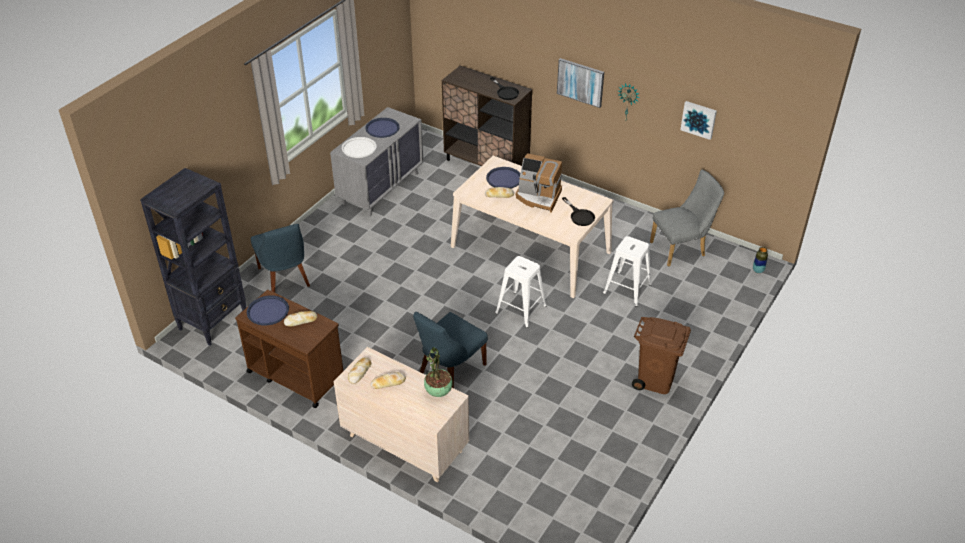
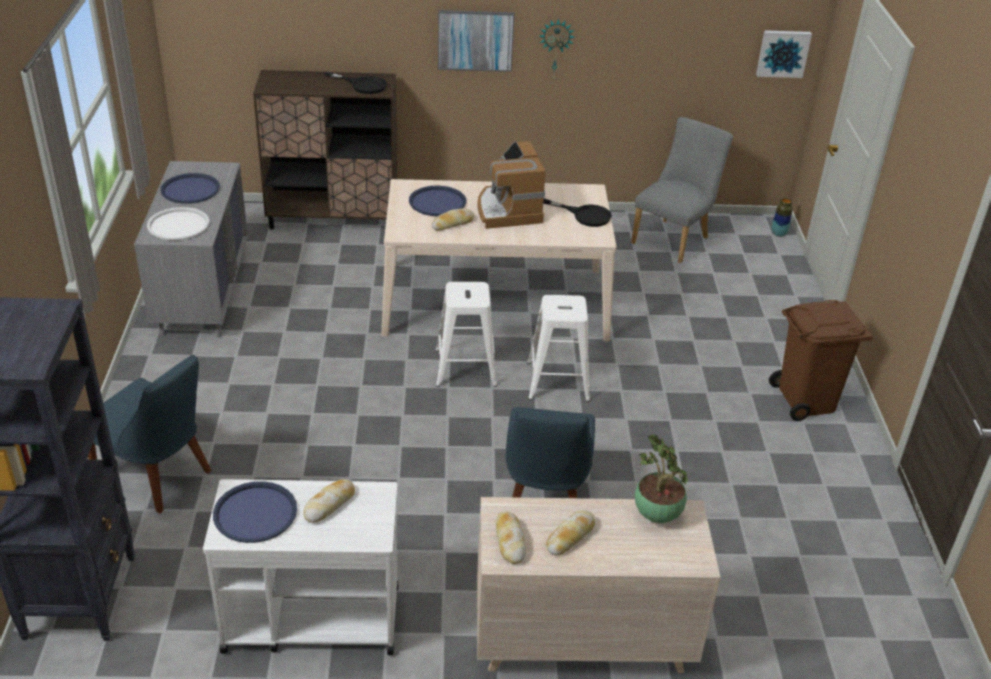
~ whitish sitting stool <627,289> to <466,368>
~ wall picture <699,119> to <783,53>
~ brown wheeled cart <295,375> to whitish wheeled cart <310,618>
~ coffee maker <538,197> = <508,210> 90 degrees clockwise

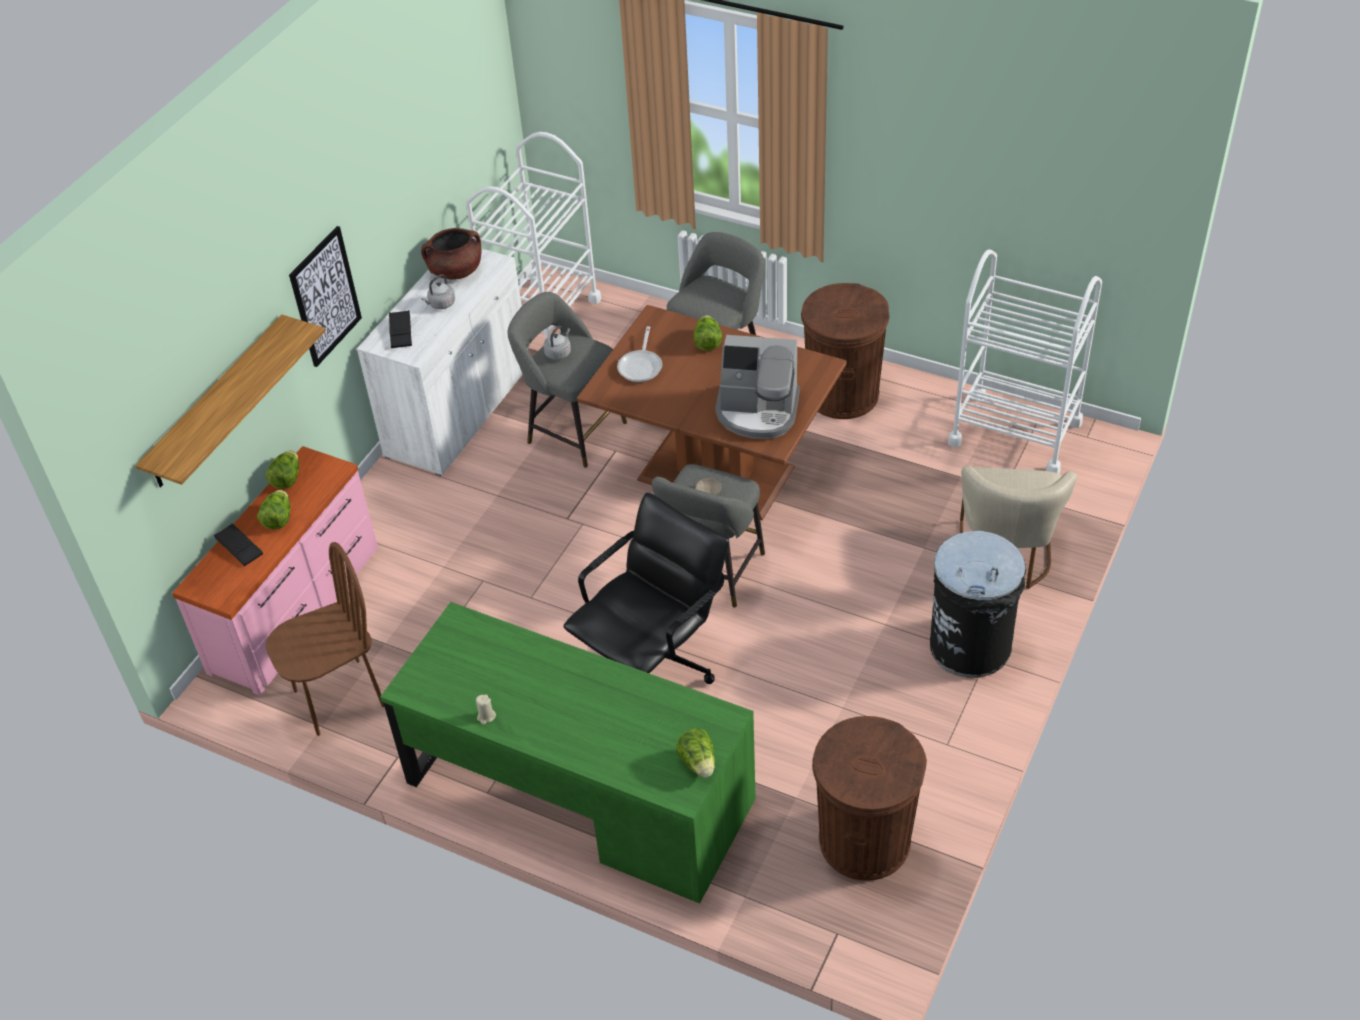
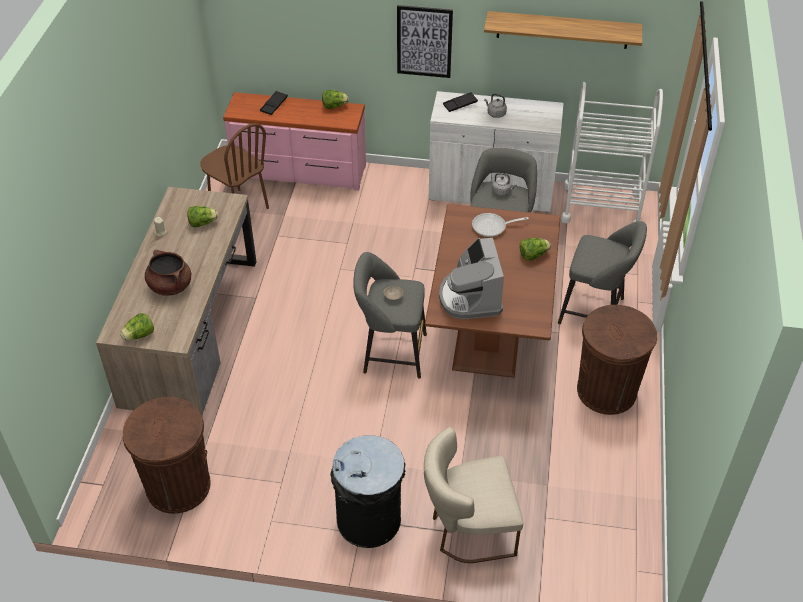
- black computer chair <653,664>
- whitish wheeled cart <1015,433>
~ wall shelf <217,403> to <562,30>
~ lettuce head <278,519> to <202,223>
~ brown saucepot <456,271> to <170,286>
~ greenish desk <579,792> to brown desk <191,331>

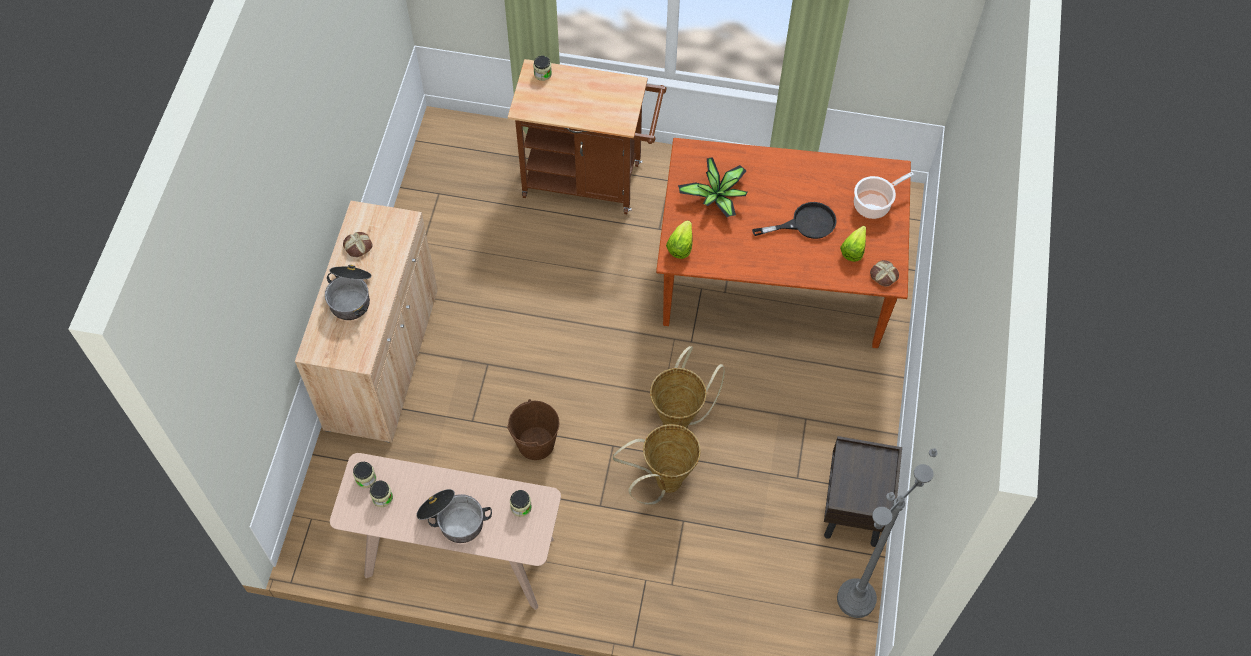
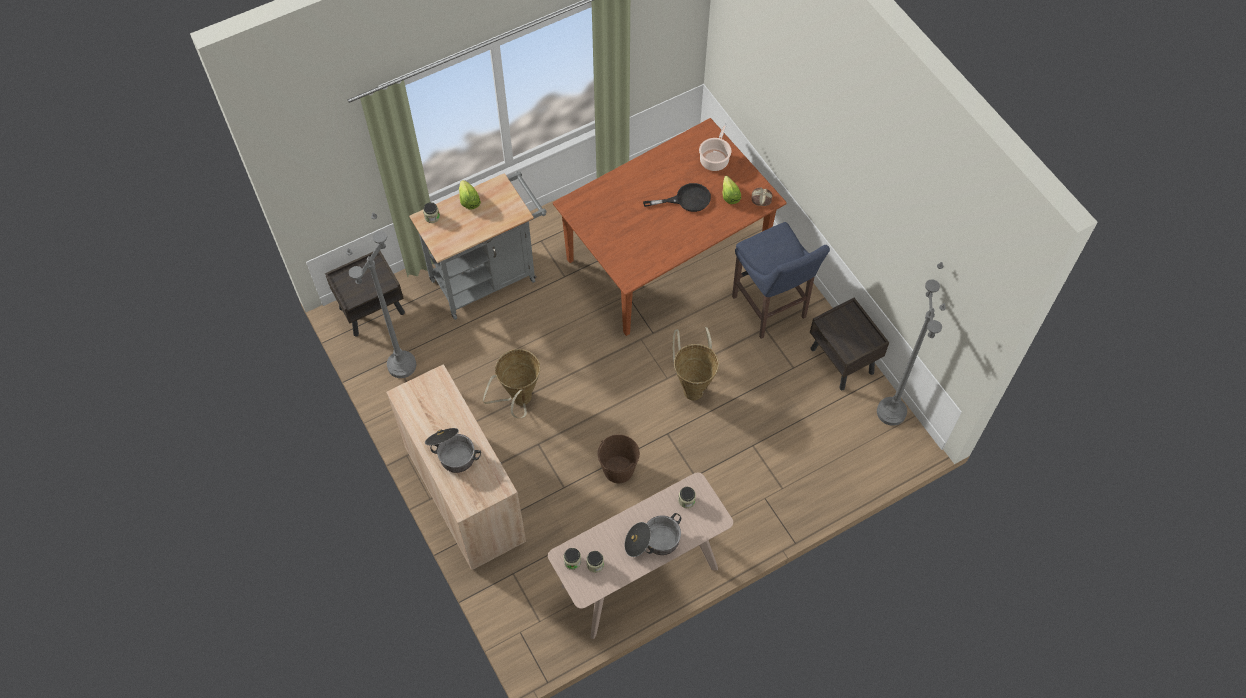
- bakery bread <358,247>
- plant in a pot <717,196>
+ brown bedside table <372,310>
+ gray floor lamp <401,365>
+ blue sitting stool <770,310>
~ household basket <662,484> to <518,401>
~ lettuce head <680,246> to <469,201>
~ brown wheeled cart <590,180> to gray wheeled cart <489,277>
~ black pan <805,223> = <686,199> 45 degrees clockwise

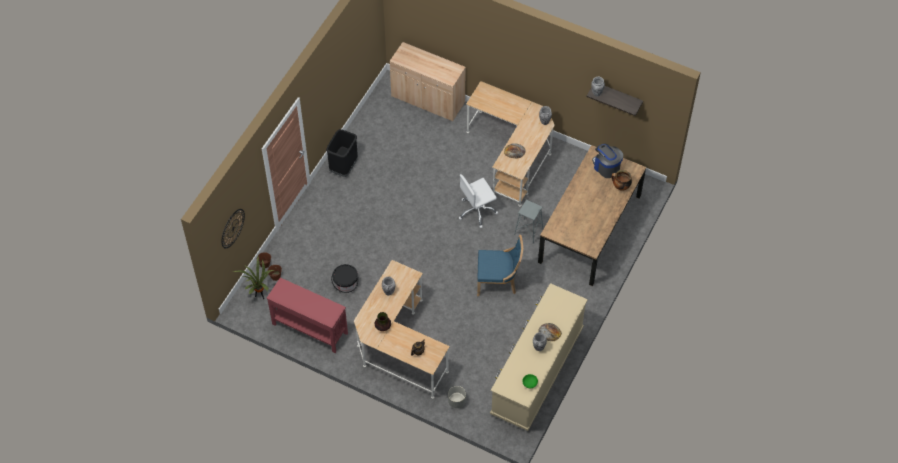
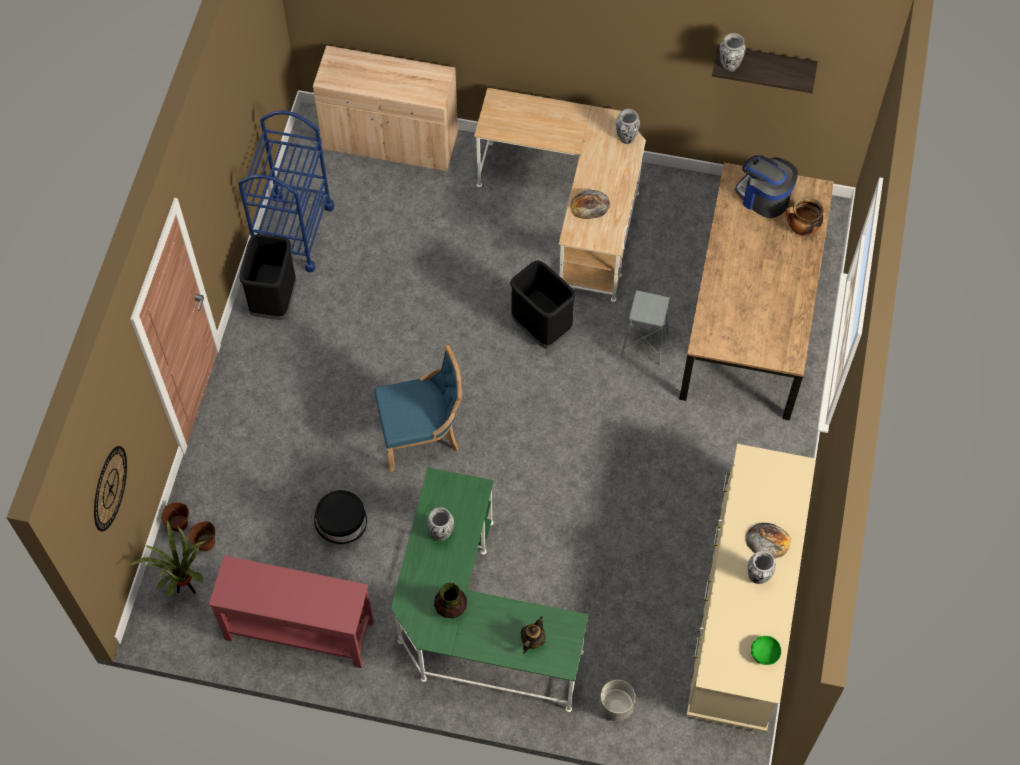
+ blue wheeled cart <293,232>
~ blue upright chair <498,281> to <421,435>
~ whitish computer chair <477,211> to black waste bin <541,328>
~ sand-coloured desk <398,345> to greenish desk <474,622>

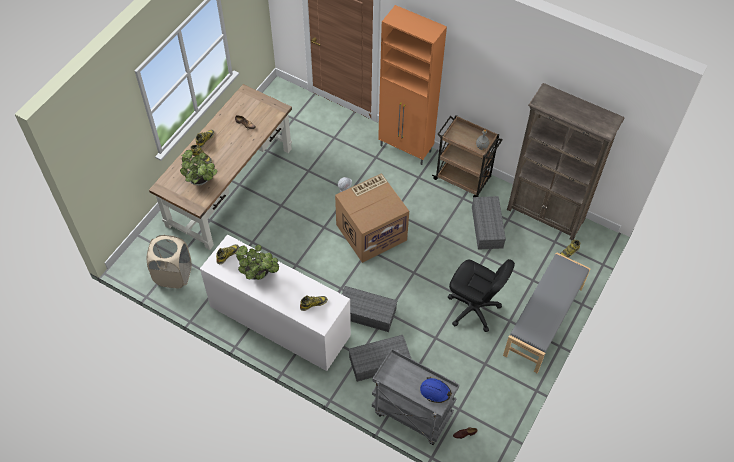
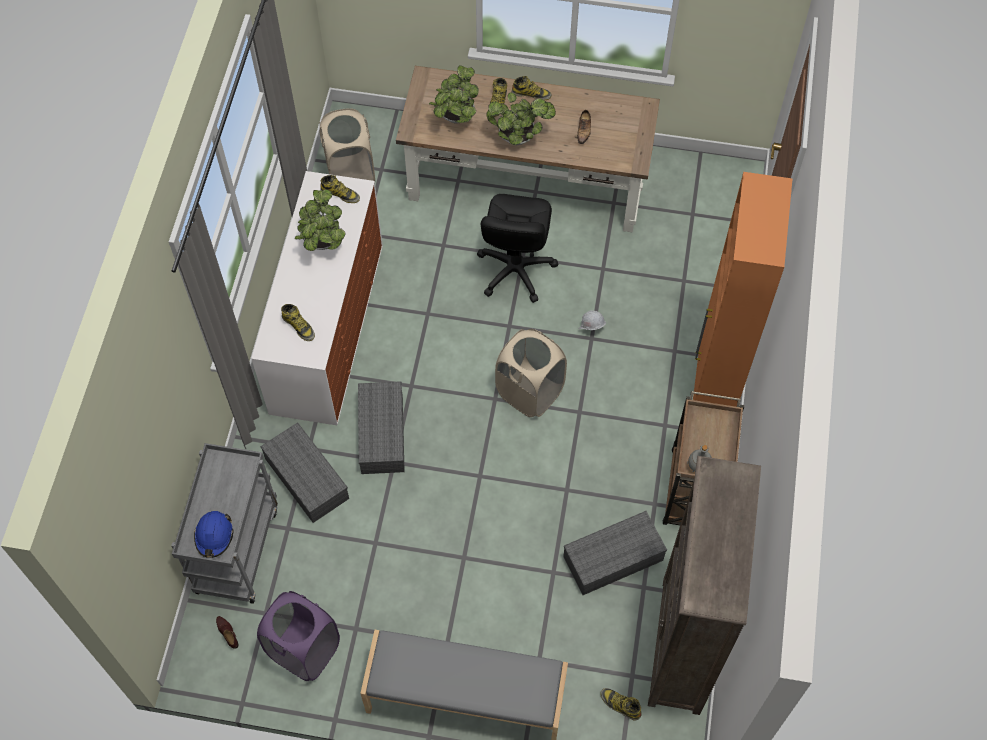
+ purple hamper <304,650>
+ plant in a pot <519,137>
~ black computer chair <473,309> to <515,270>
~ carton <371,231> to sand-coloured hamper <530,392>

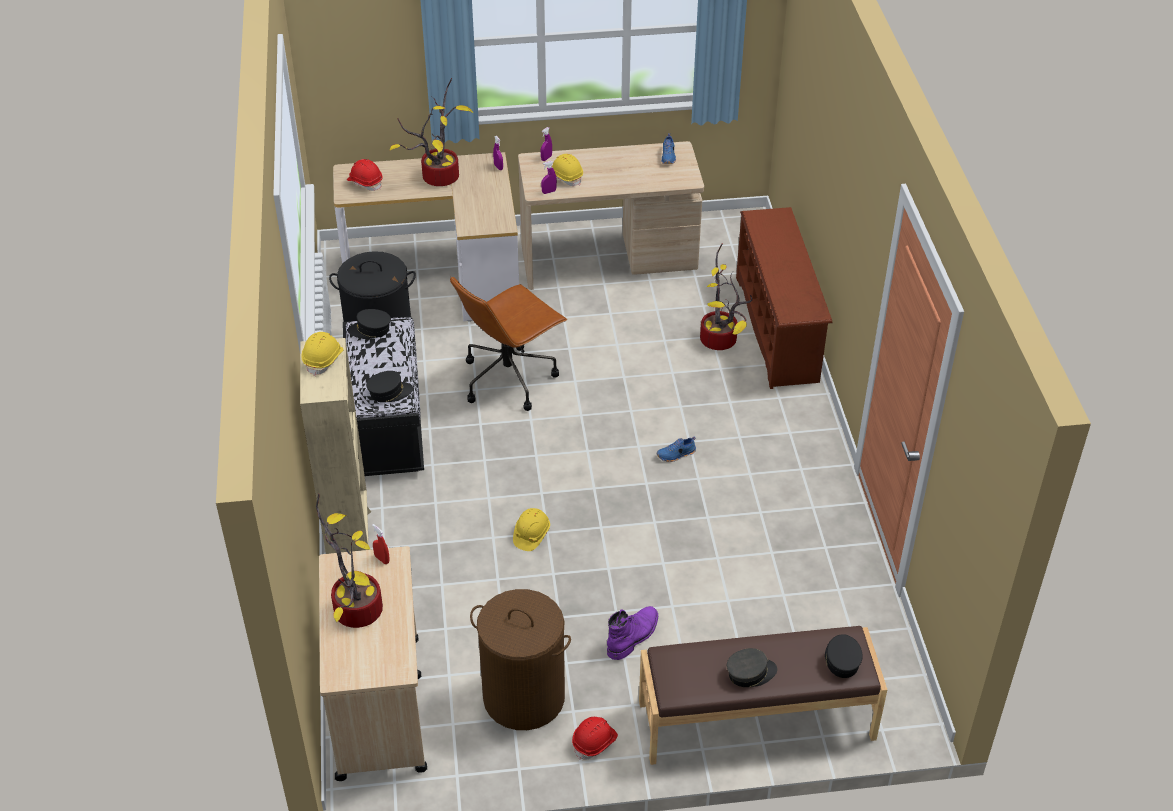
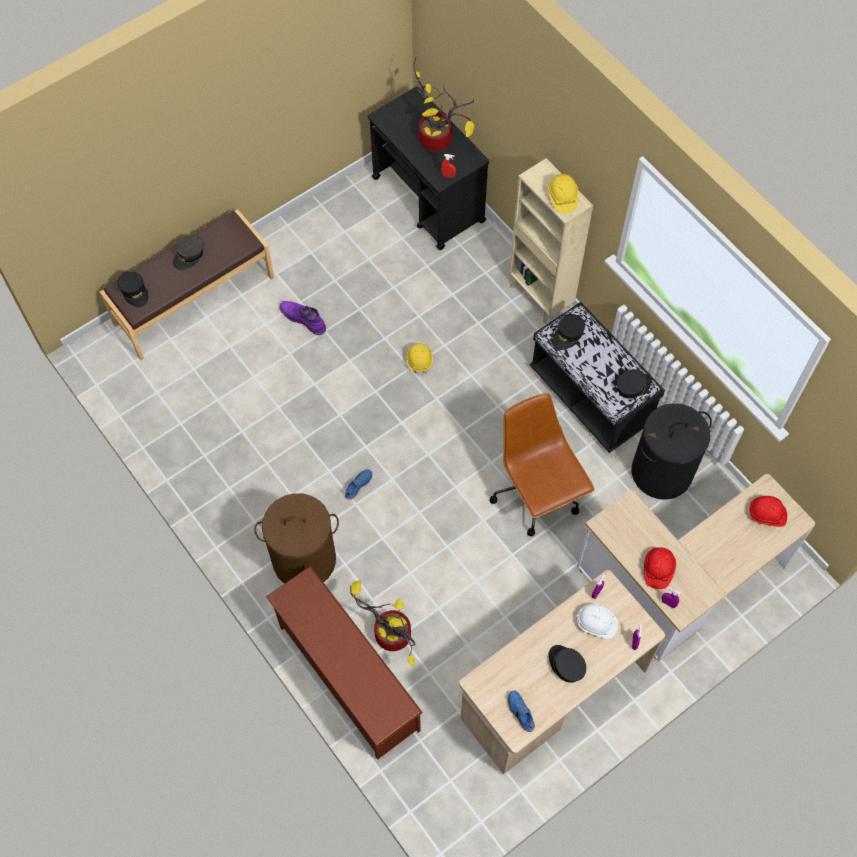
- plant in a pot <440,175>
+ black baseball cap <566,665>
~ brown hamper <523,697> to <304,559>
~ red-coloured safety helmet <595,742> to <657,569>
~ sand-coloured wheeled cart <379,706> to black wheeled cart <429,200>
~ yellow-coloured safety helmet <565,177> to whitish safety helmet <596,623>
~ brown computer chair <509,378> = <537,495> 45 degrees counterclockwise
~ purple tall boot <633,636> = <303,319> 120 degrees clockwise

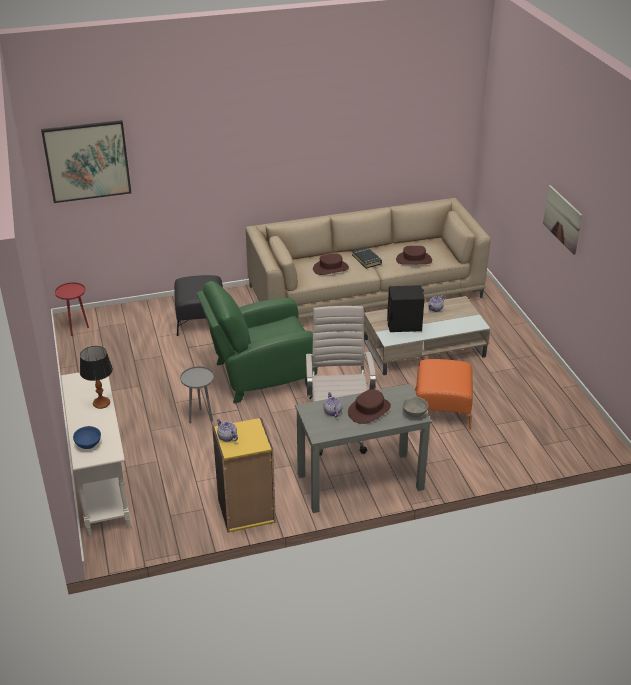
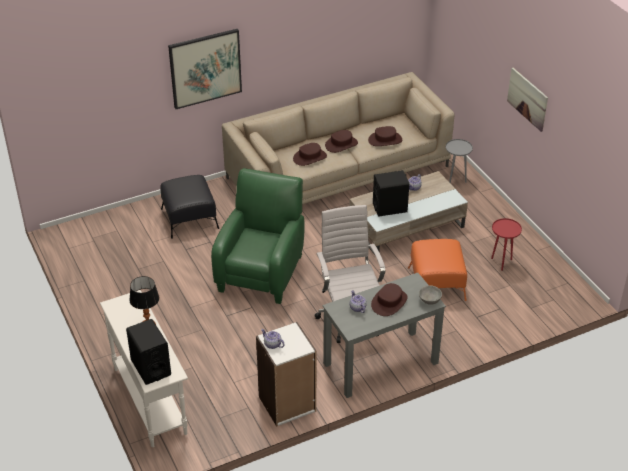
~ wall picture <87,161> to <205,68>
~ red-coloured accent table <76,329> to <501,262>
~ gray accent table <200,417> to <455,181>
~ blue bowl <89,444> to black loudspeaker <150,367>
~ black volume <367,259> to brown wearable hat <341,144>
~ yellow-coloured bookshelf <246,511> to whitish bookshelf <287,404>
~ greenish armchair <260,375> = <262,270> 135 degrees clockwise

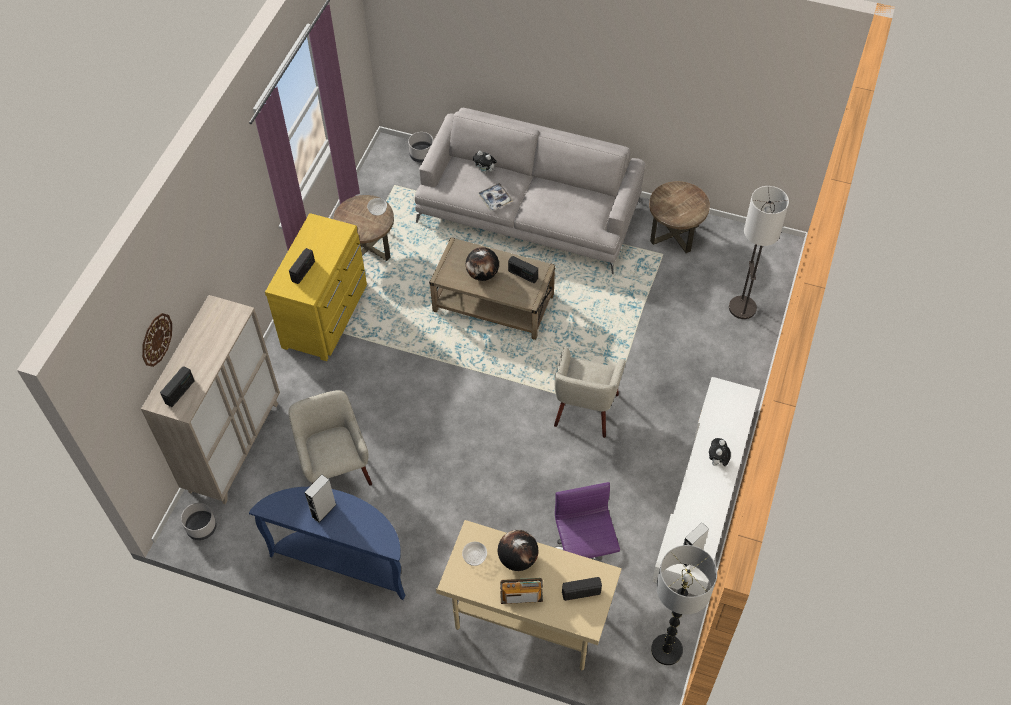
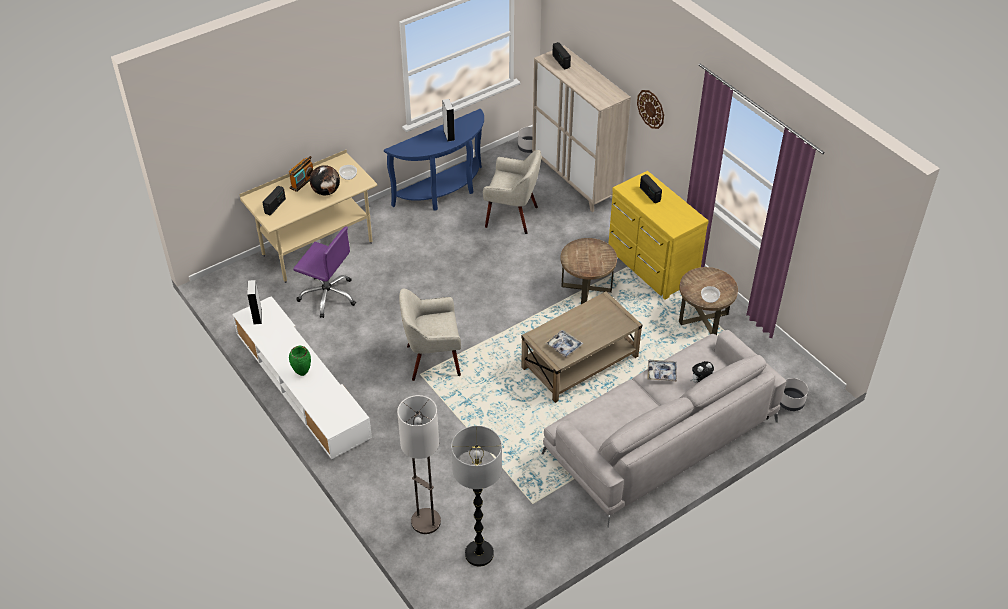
- globe <482,274>
~ hanging clock <156,339> to <651,109>
~ brown accent table <674,233> to <586,288>
~ floor lamp <666,650> to <479,553>
~ radio <523,275> to carrying tray <564,346>
~ soft toy <717,461> to greenish decorative vase <302,373>
~ sand-coloured armchair <585,410> = <432,360> 60 degrees counterclockwise

